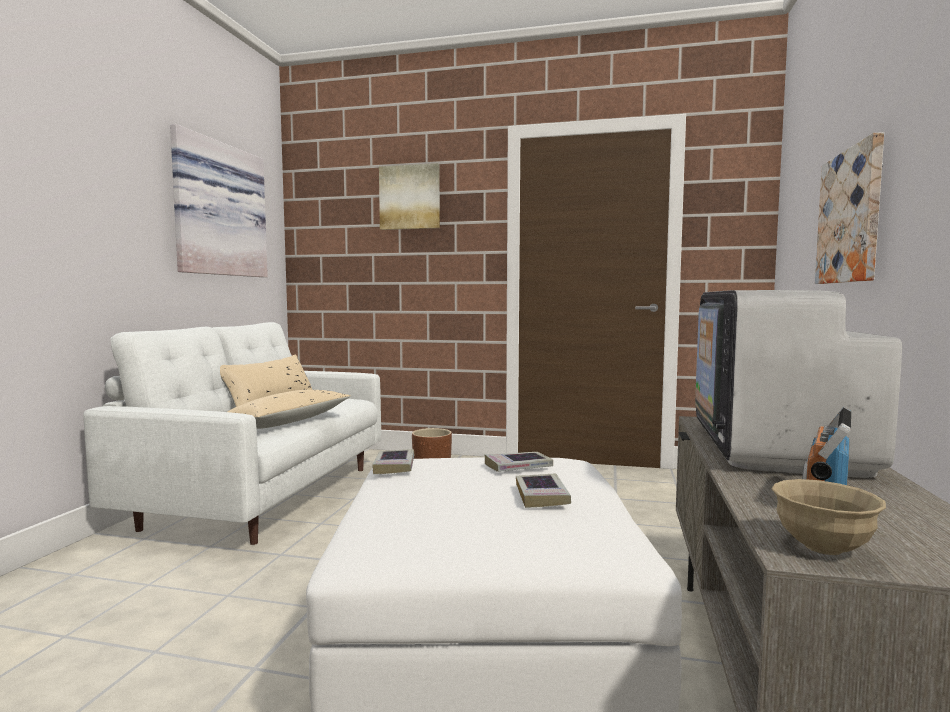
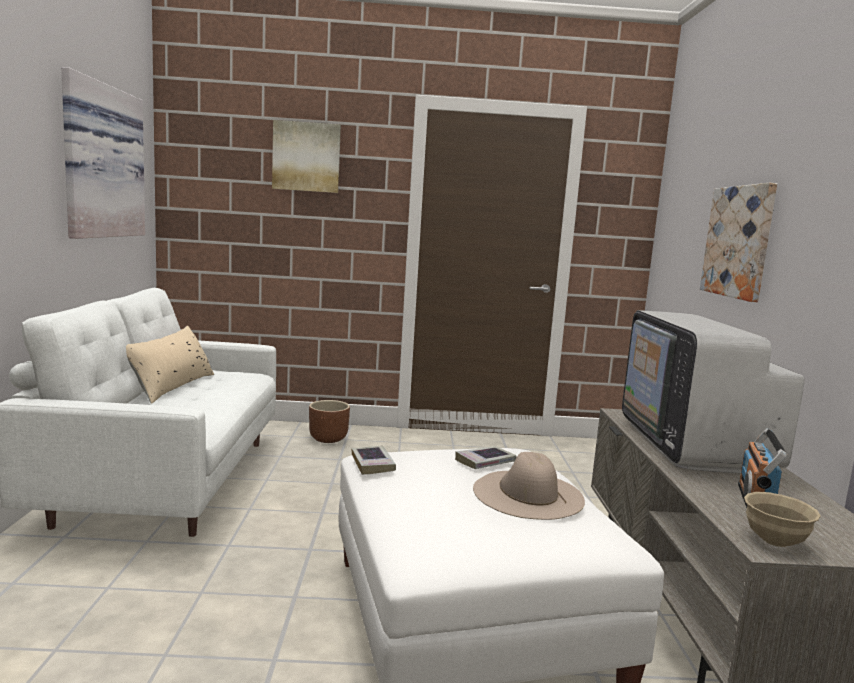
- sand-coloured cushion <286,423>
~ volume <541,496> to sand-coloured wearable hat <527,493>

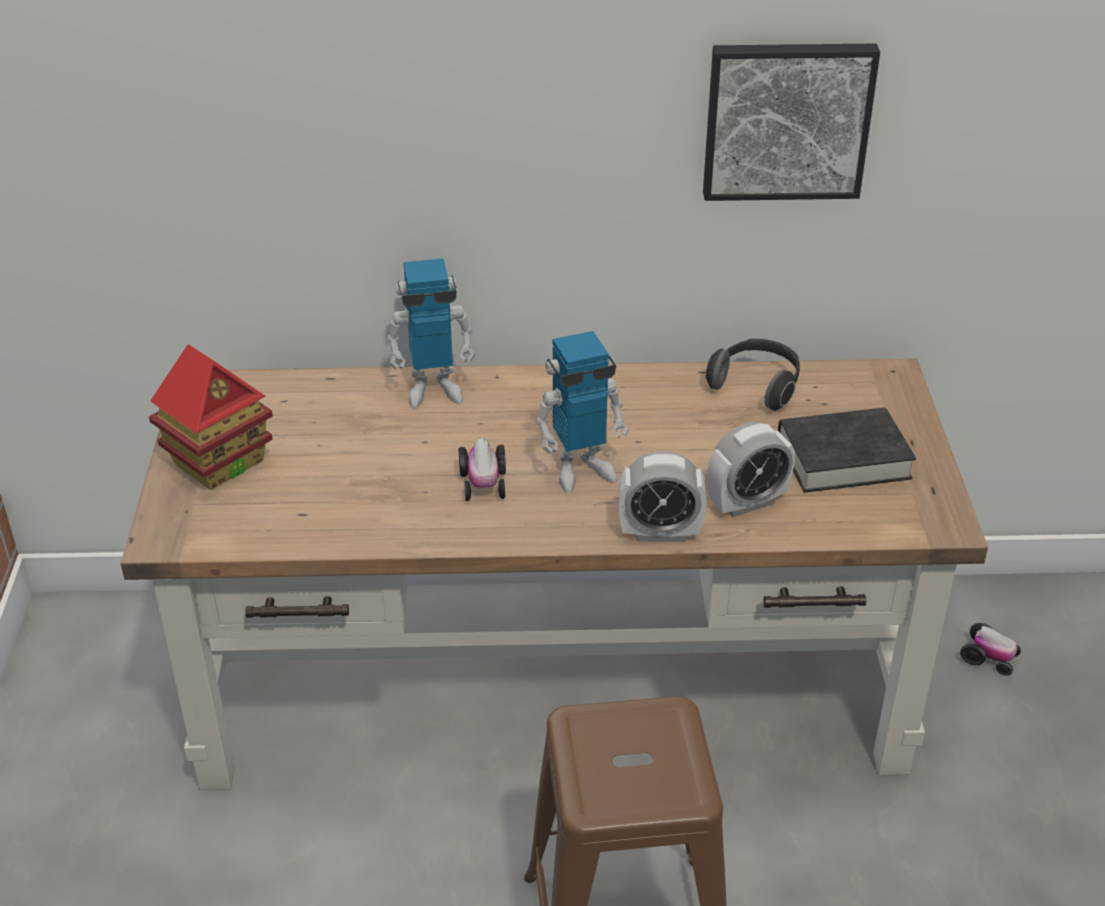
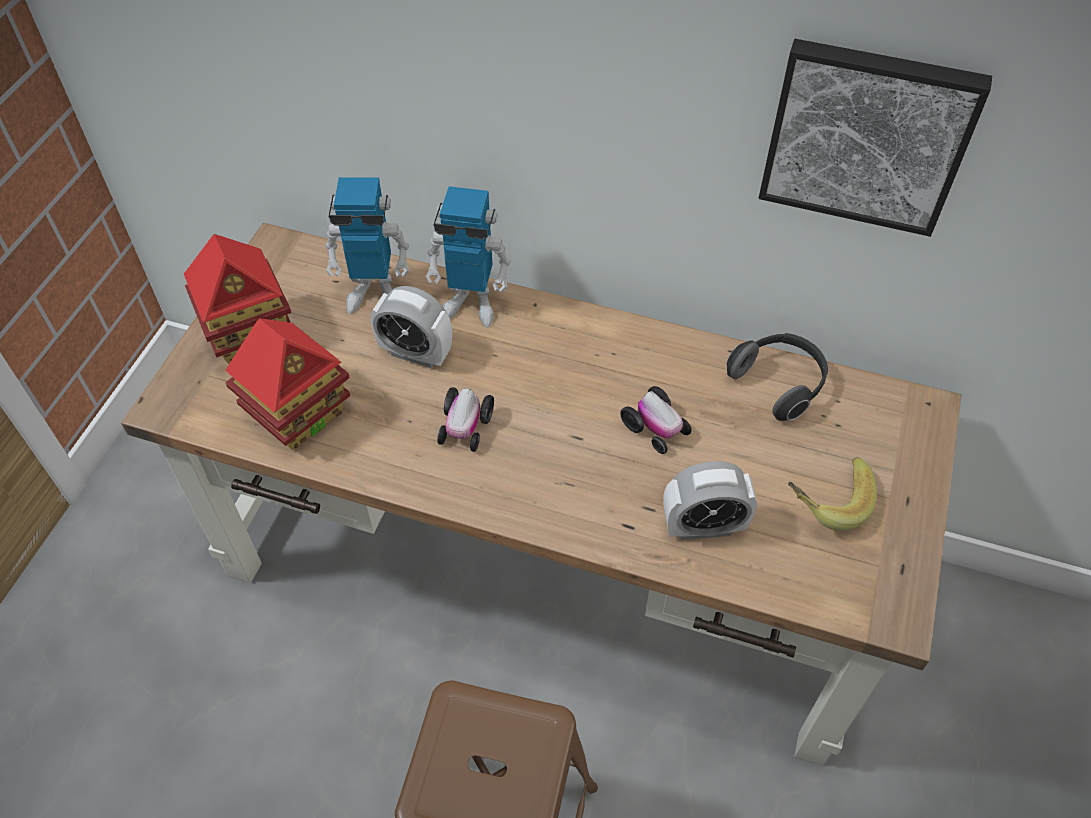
+ toy house <299,414>
~ robot figure <581,469> to <374,293>
~ table clock <660,533> to <415,353>
~ model car <988,658> to <655,428>
~ black volume <843,458> to banana <826,500>

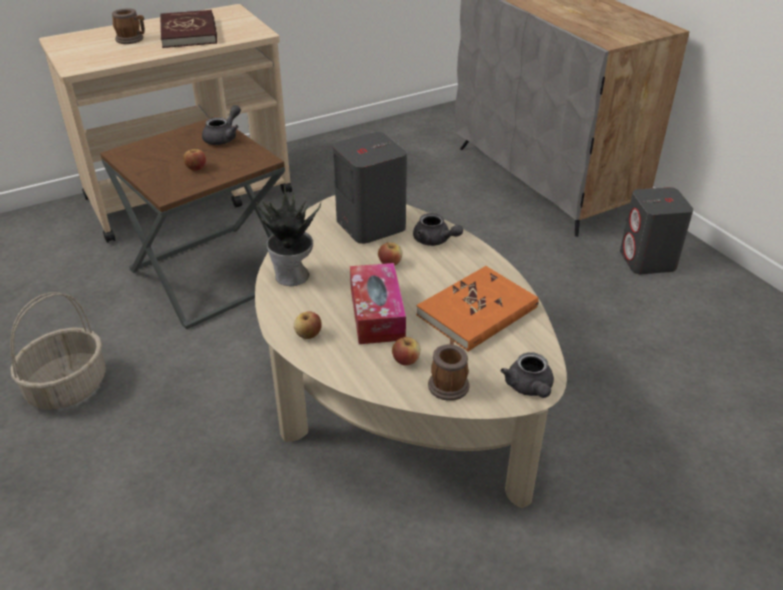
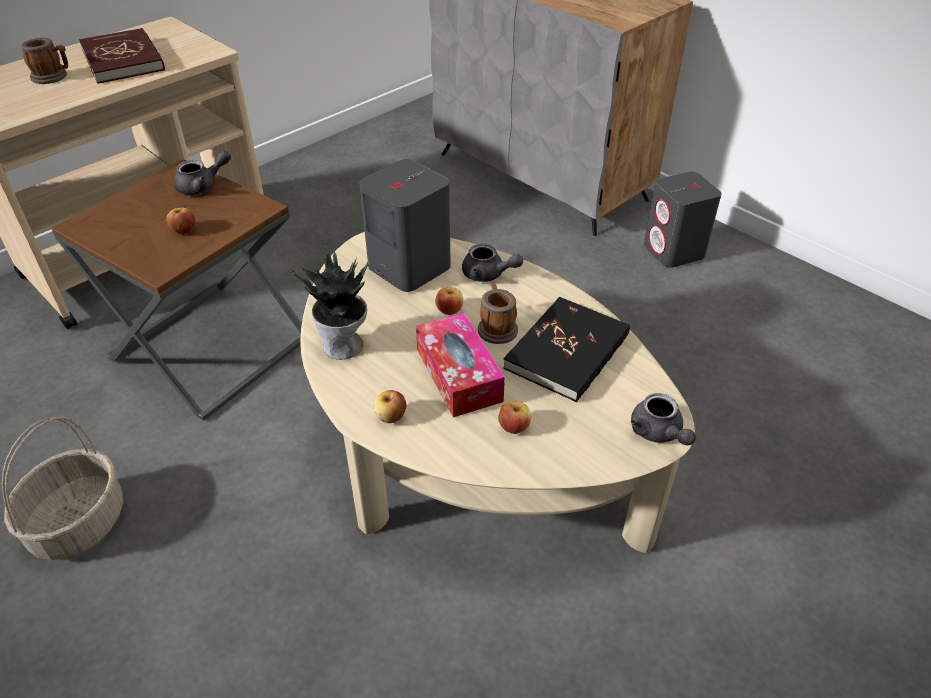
~ mug <448,382> to <496,327>
~ orangey volume <477,312> to black volume <567,352>
~ gray tea pot <224,137> = <203,186> 45 degrees clockwise

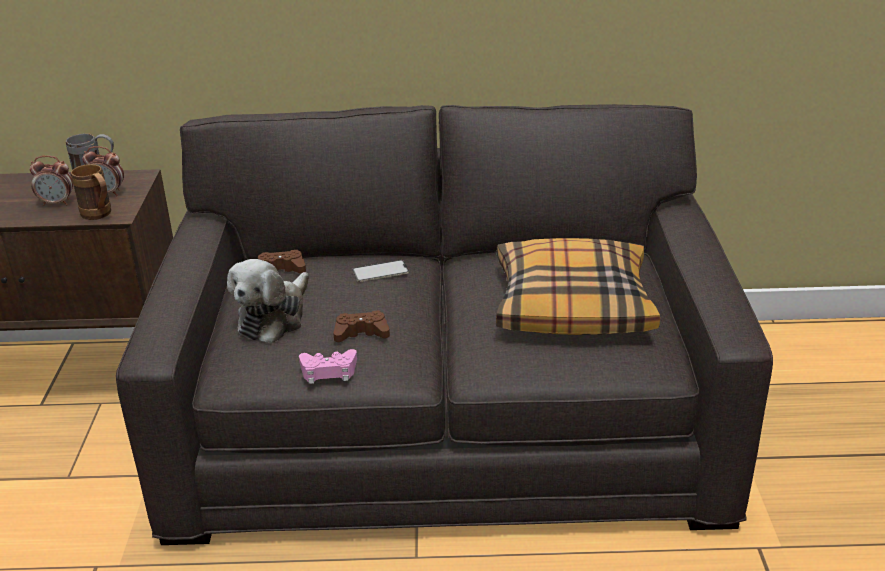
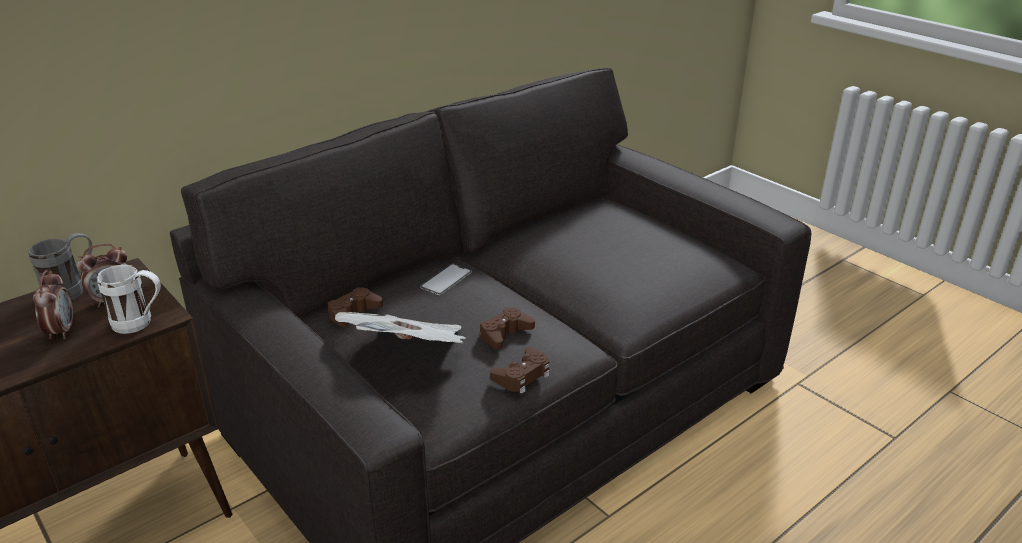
- cushion <572,304>
~ soft toy <274,318> to printed paper <410,355>
~ brown mug <99,215> to whitish mug <140,324>
~ pink gamepad <328,371> to brown gamepad <522,376>
~ table clock <57,203> = <61,331> 60 degrees counterclockwise

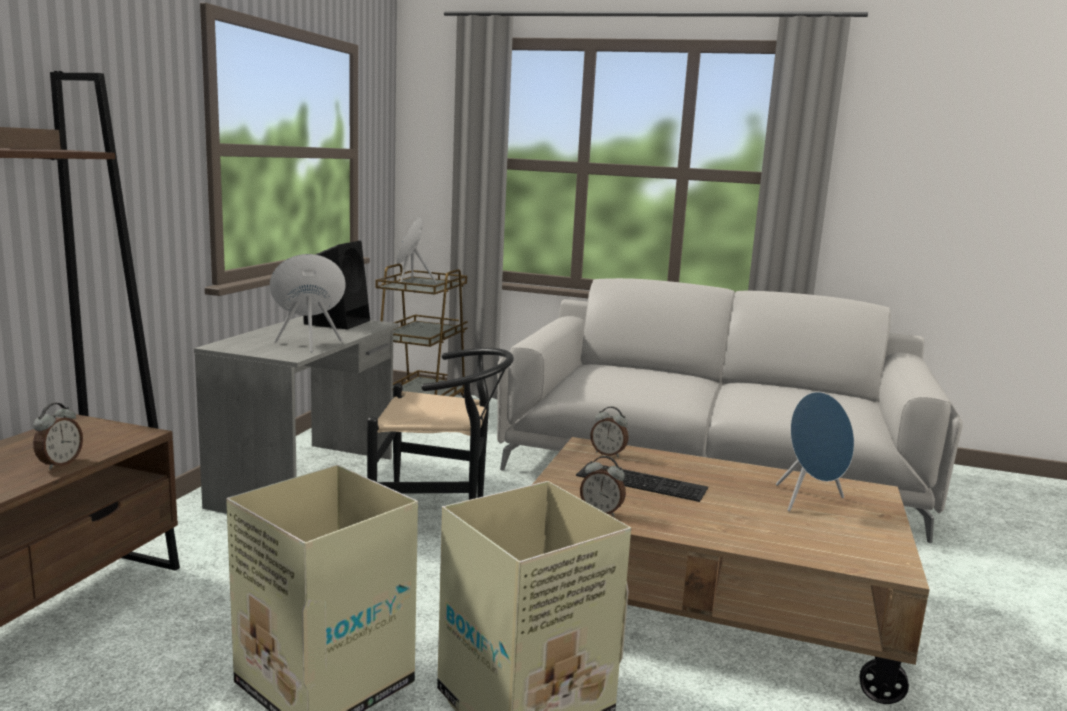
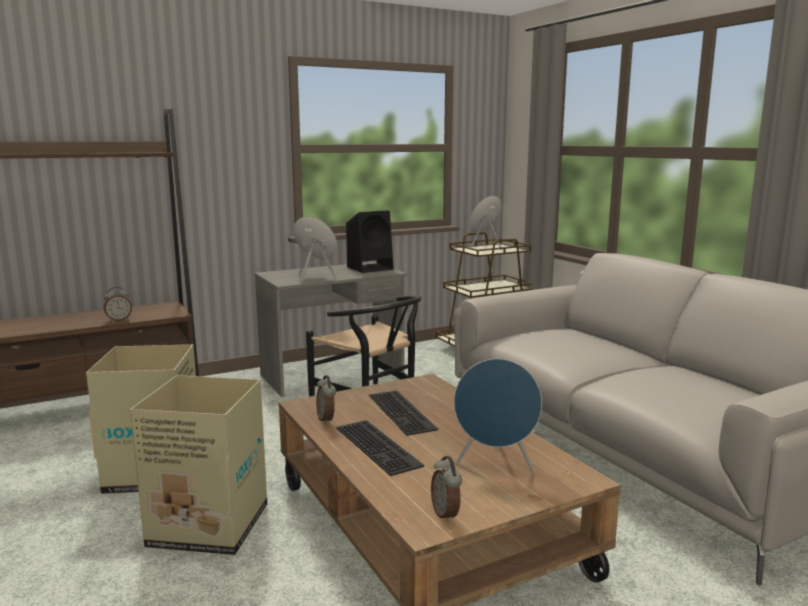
+ keyboard <380,446>
~ table clock <608,454> to <446,514>

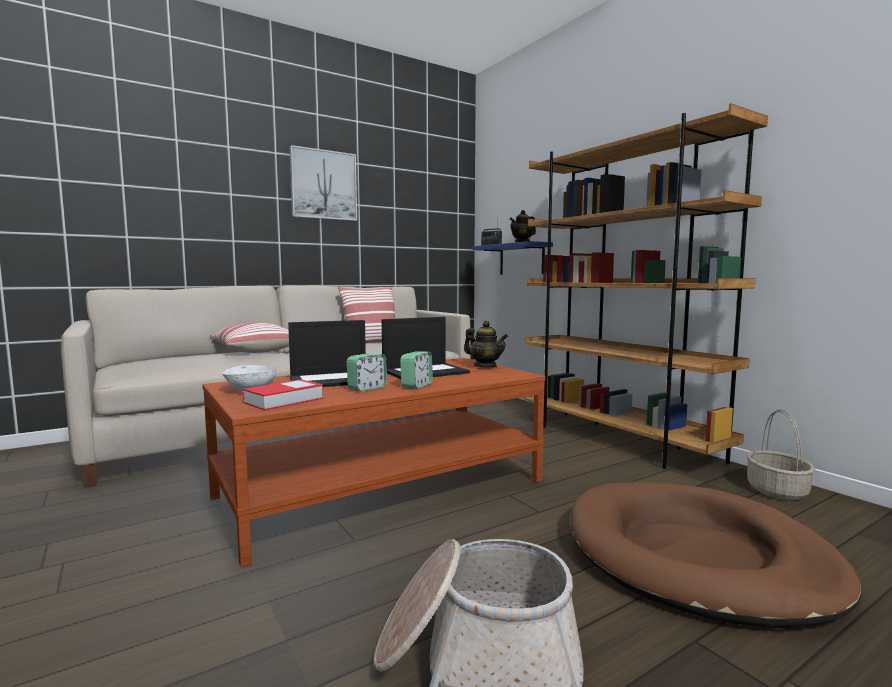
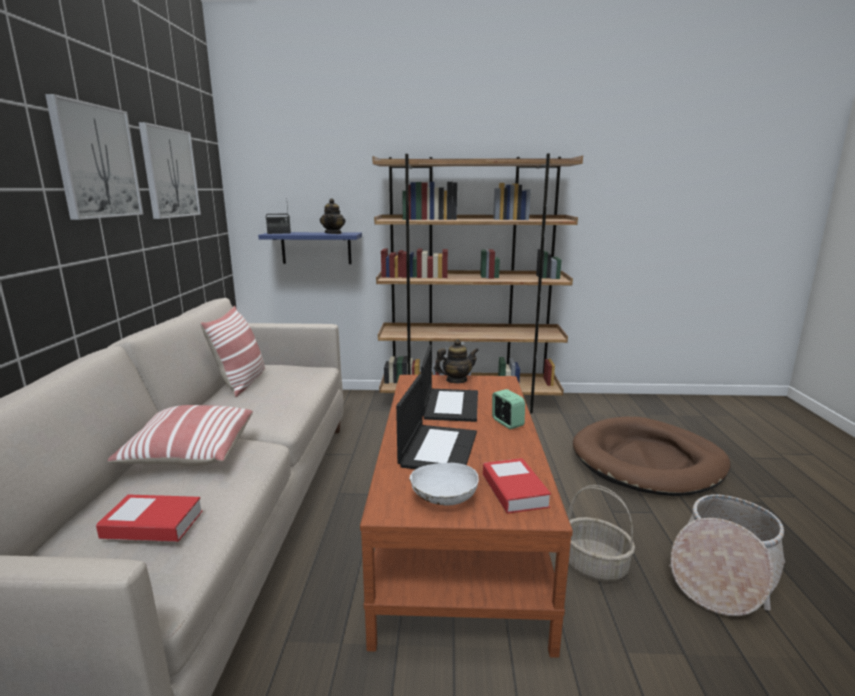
- table clock <367,388>
+ volume <153,525>
+ wall picture <169,173>
~ household basket <777,491> to <595,565>

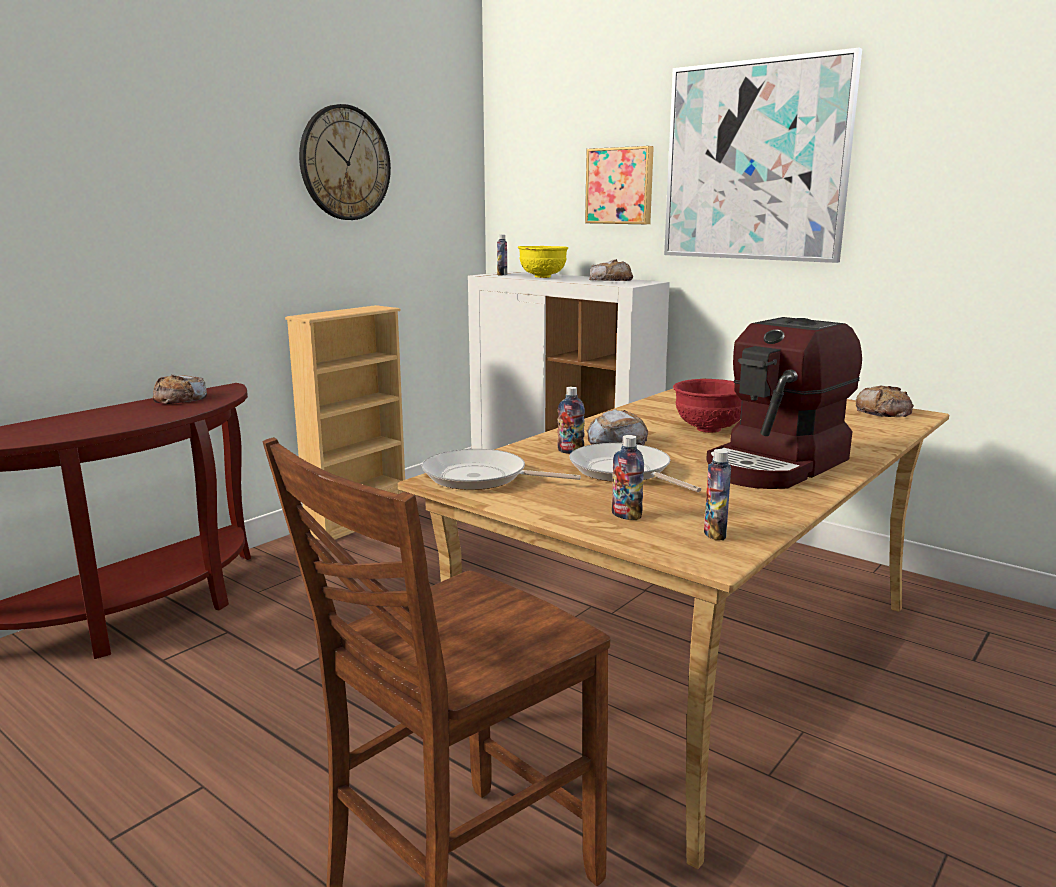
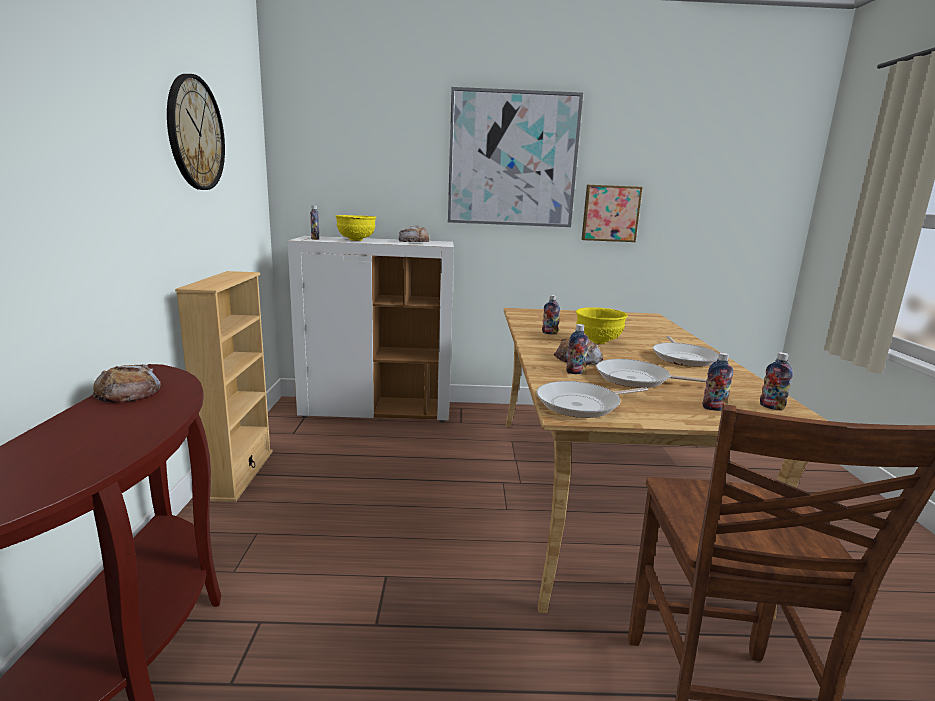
- bakery bread <883,411>
+ drink bottle <549,333>
~ wall picture <620,186> to <610,213>
~ coffee maker <777,466> to pan <683,358>
~ red-coloured bowl <708,429> to yellow-coloured bowl <597,341>

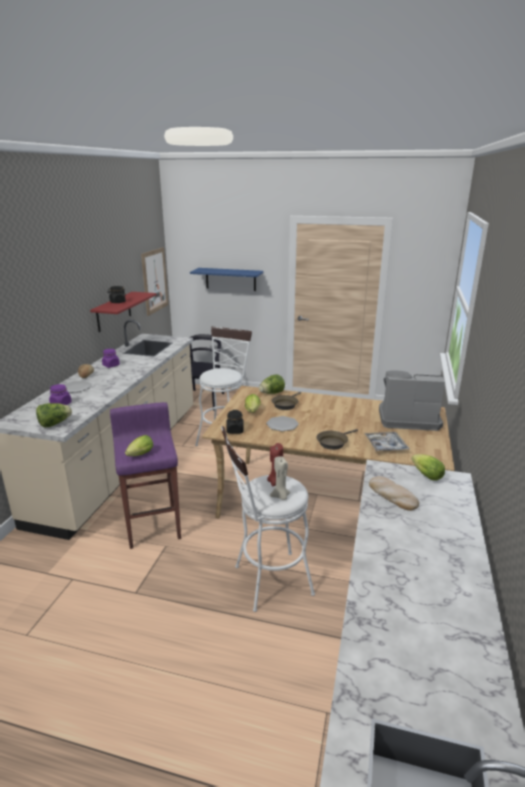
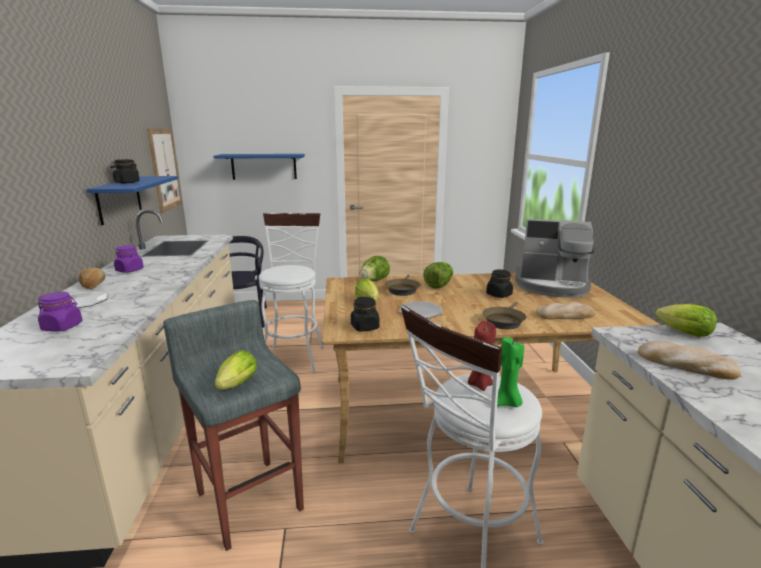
+ black jar <499,295>
~ lettuce head <54,424> to <439,285>
~ carrying tray <385,445> to bakery bread <565,315>
~ red-coloured wall shelf <114,311> to blue wall shelf <119,199>
~ purple sitting stool <153,525> to gray sitting stool <250,499>
~ sand-coloured wax light <280,496> to greenish wax light <507,403>
~ coffee maker <407,418> = <552,285> 150 degrees counterclockwise

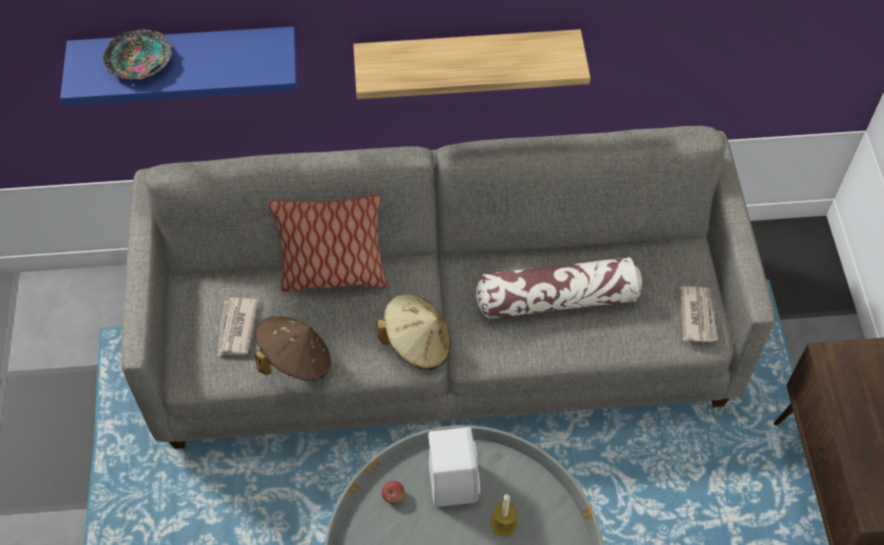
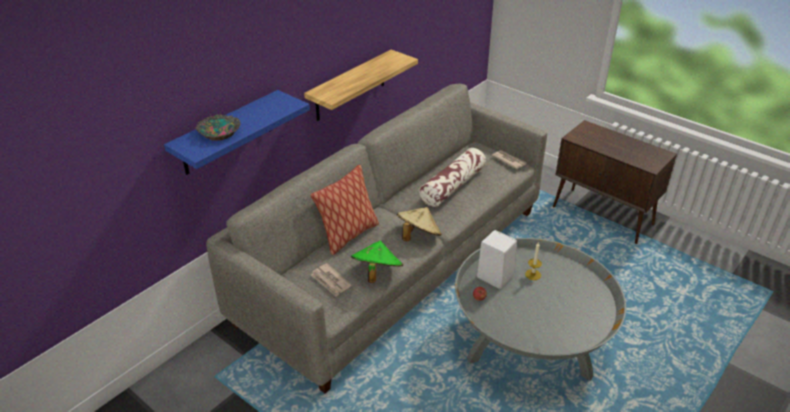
~ brown wearable hat <296,360> to greenish wearable hat <376,273>

